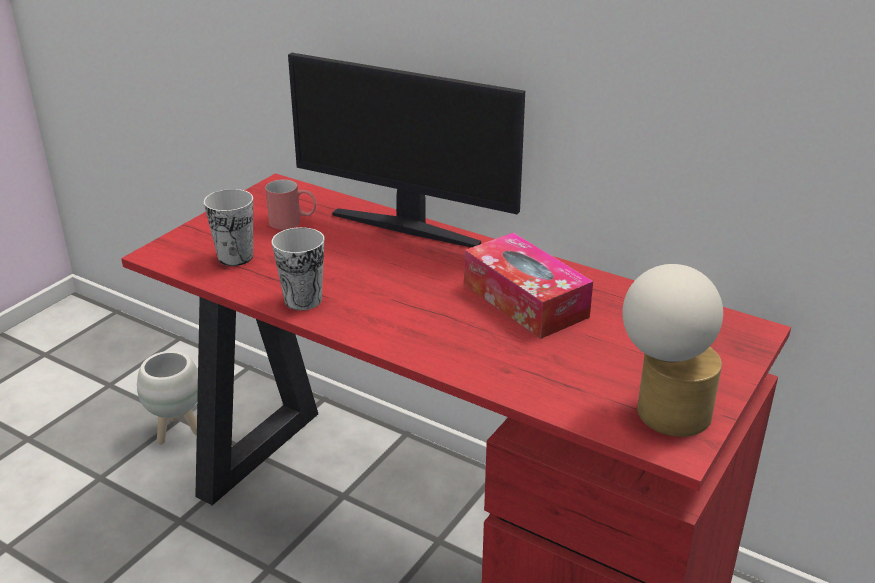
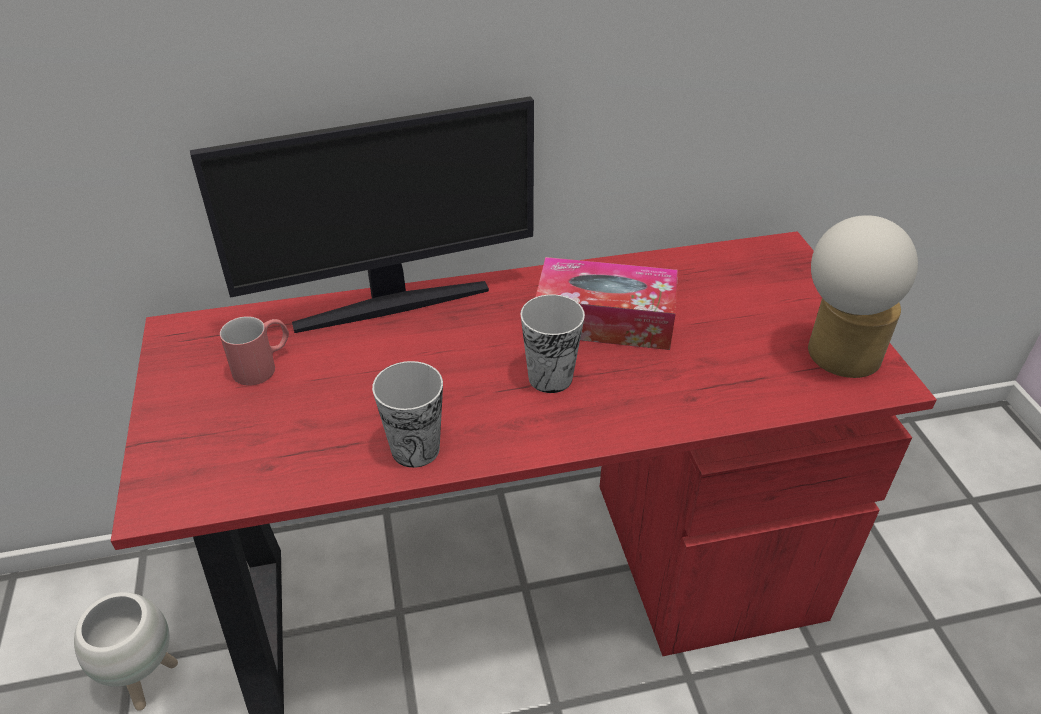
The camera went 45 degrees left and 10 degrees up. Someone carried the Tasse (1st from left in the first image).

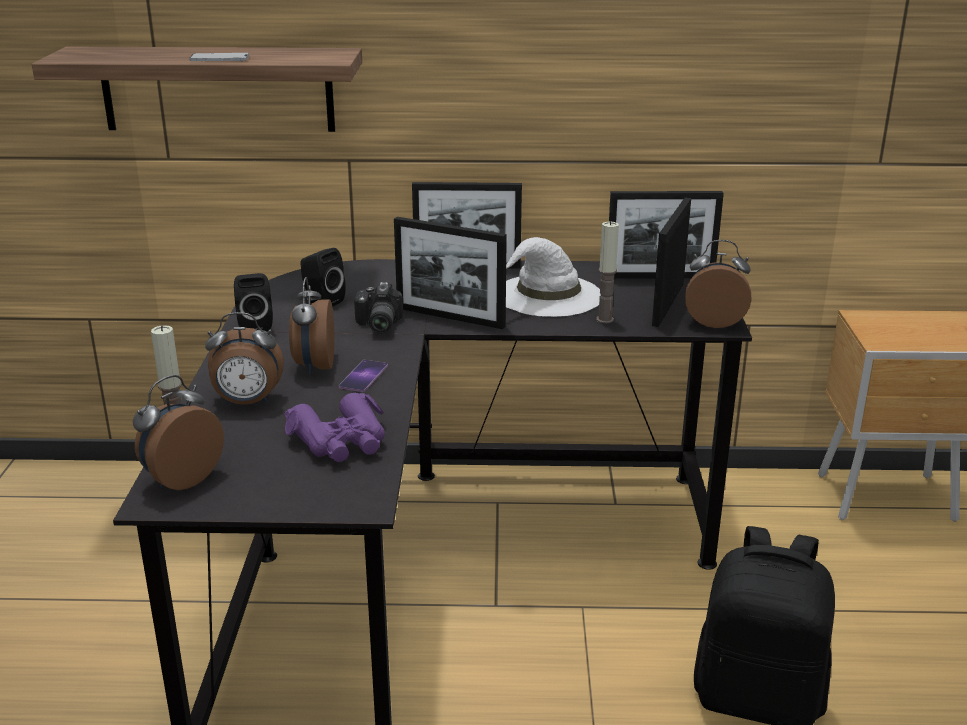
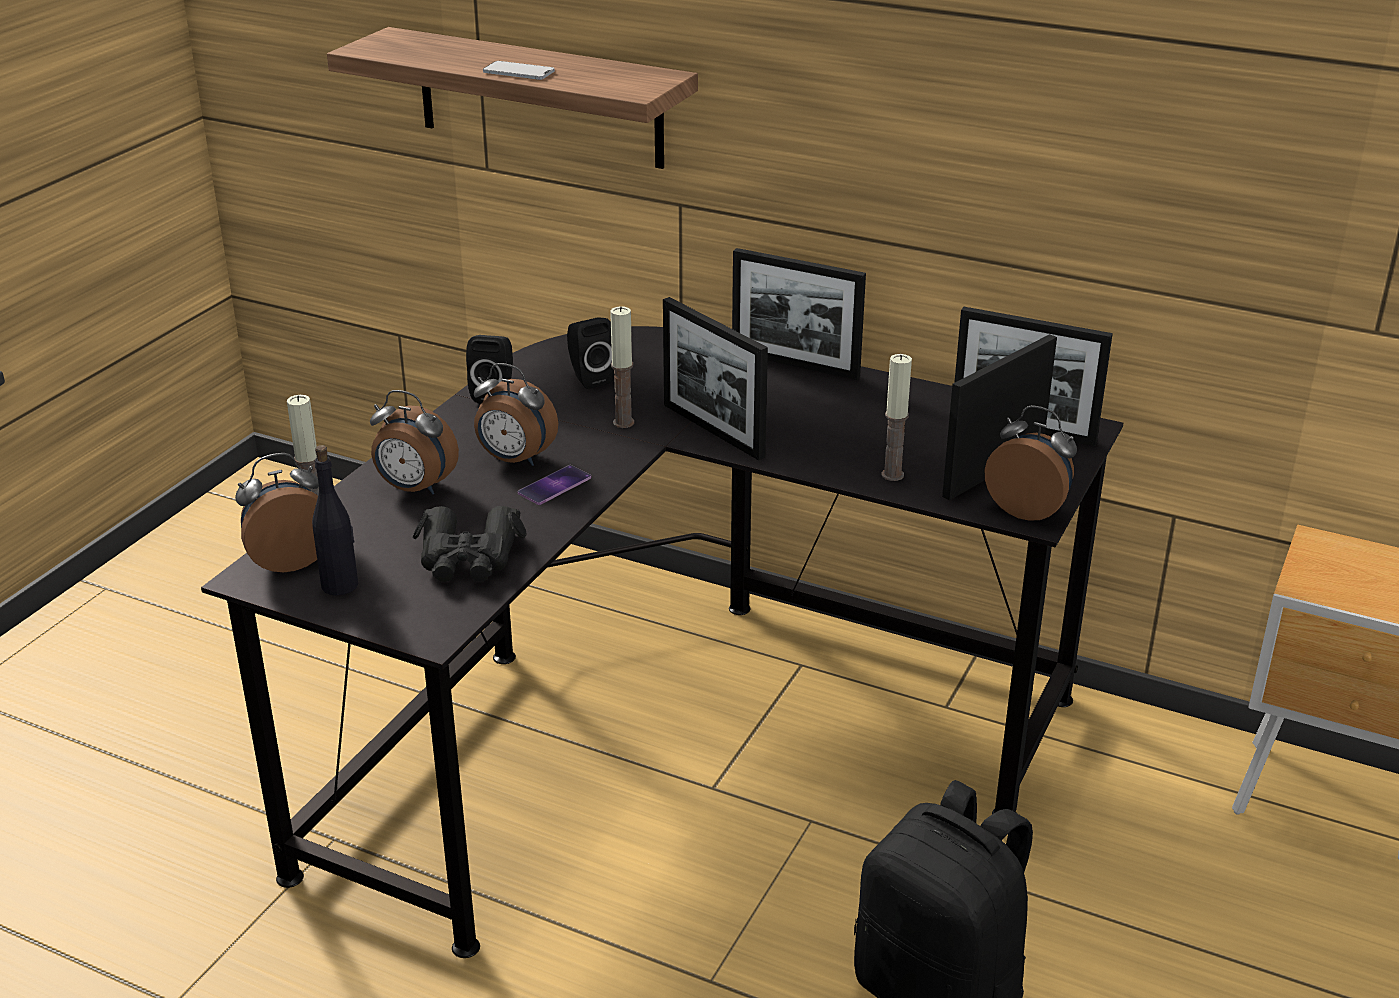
The camera went 25 degrees right and 5 degrees up. Someone took away the Hut/weiß. Someone put down the Flasche/schwarz. Someone swapped the Kamera for the Kerze (2nd from left). Someone repainted the Fernglas/lila, which became the Fernglas/schwarz. Someone rotated the Wecker (3rd from left) by 90 degrees counterclockwise.

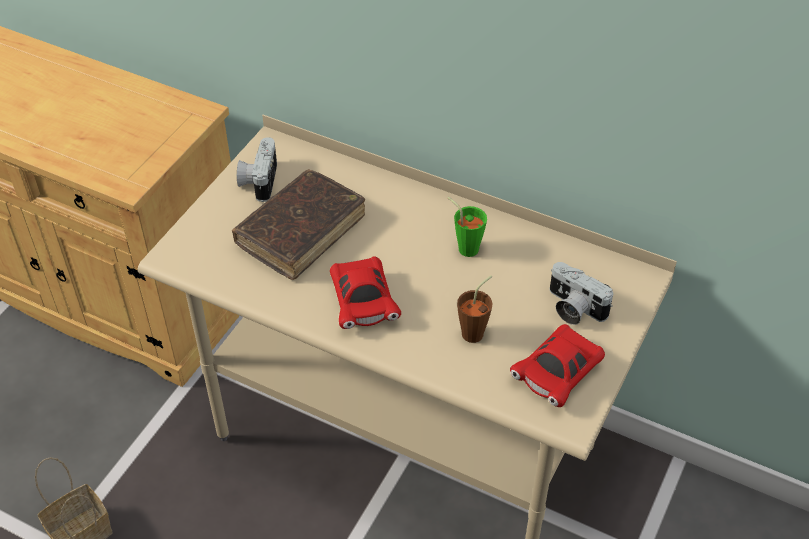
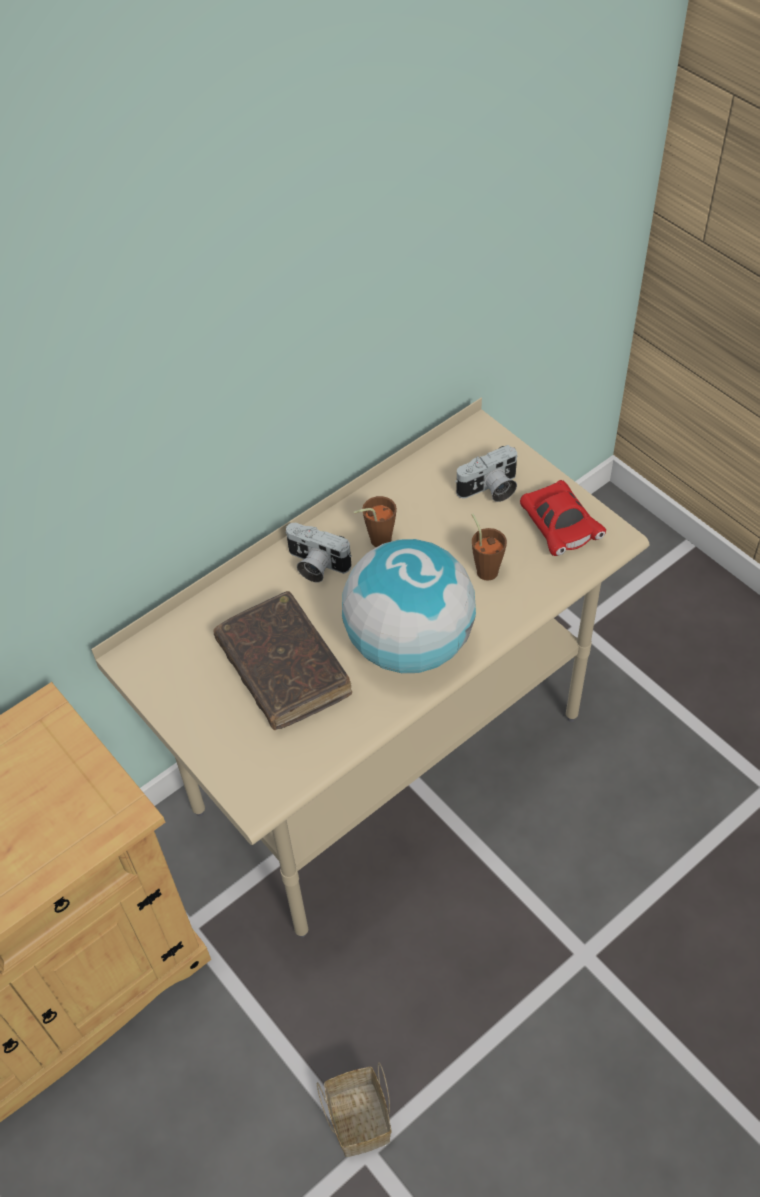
The camera went 65 degrees left and 5 degrees up. Someone carried the Kamera (1st from left). Someone swapped the Spielzeugauto/rot (1st from left) for the Globus. Someone repainted the Tasse/grün, which became the Tasse/braun (1st from left).

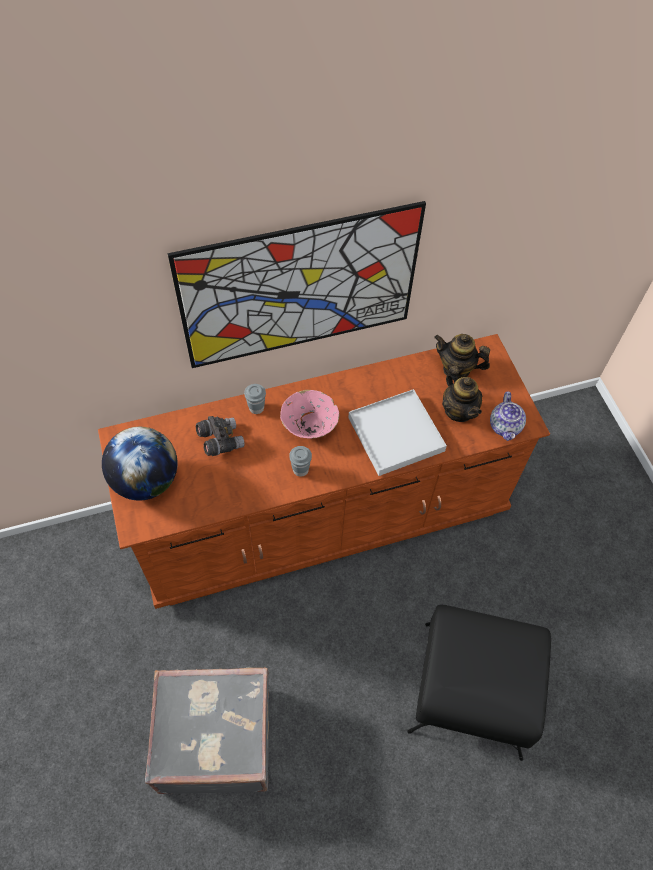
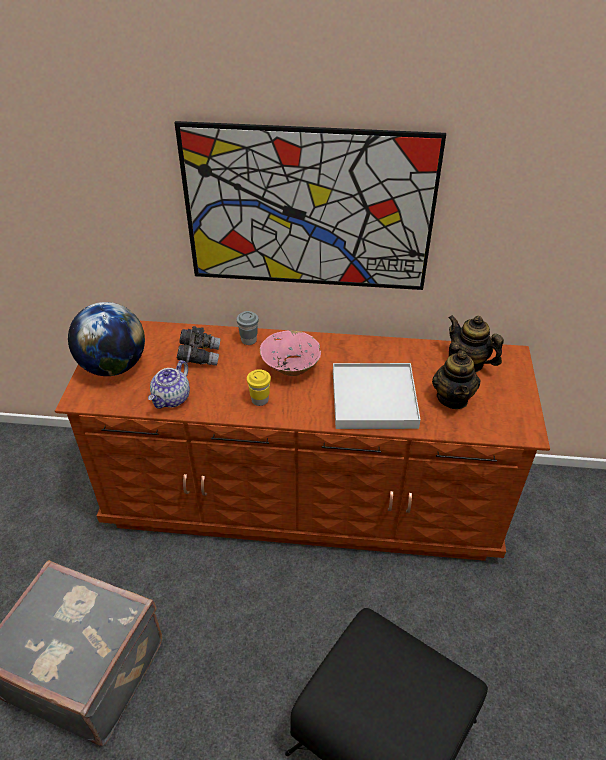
The camera went 25 degrees right and 15 degrees down. Someone carried the Teekanne (3rd from left in the first image). Someone repainted the Tasse/grau (2nd from left), which became the Tasse/gelb.

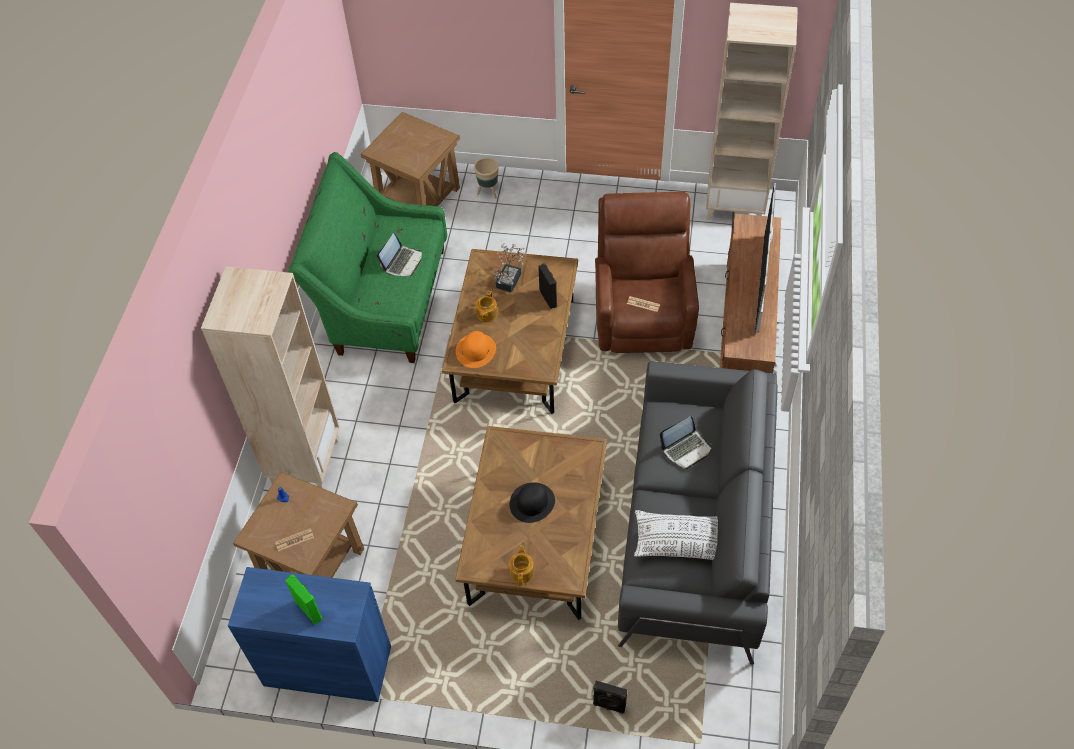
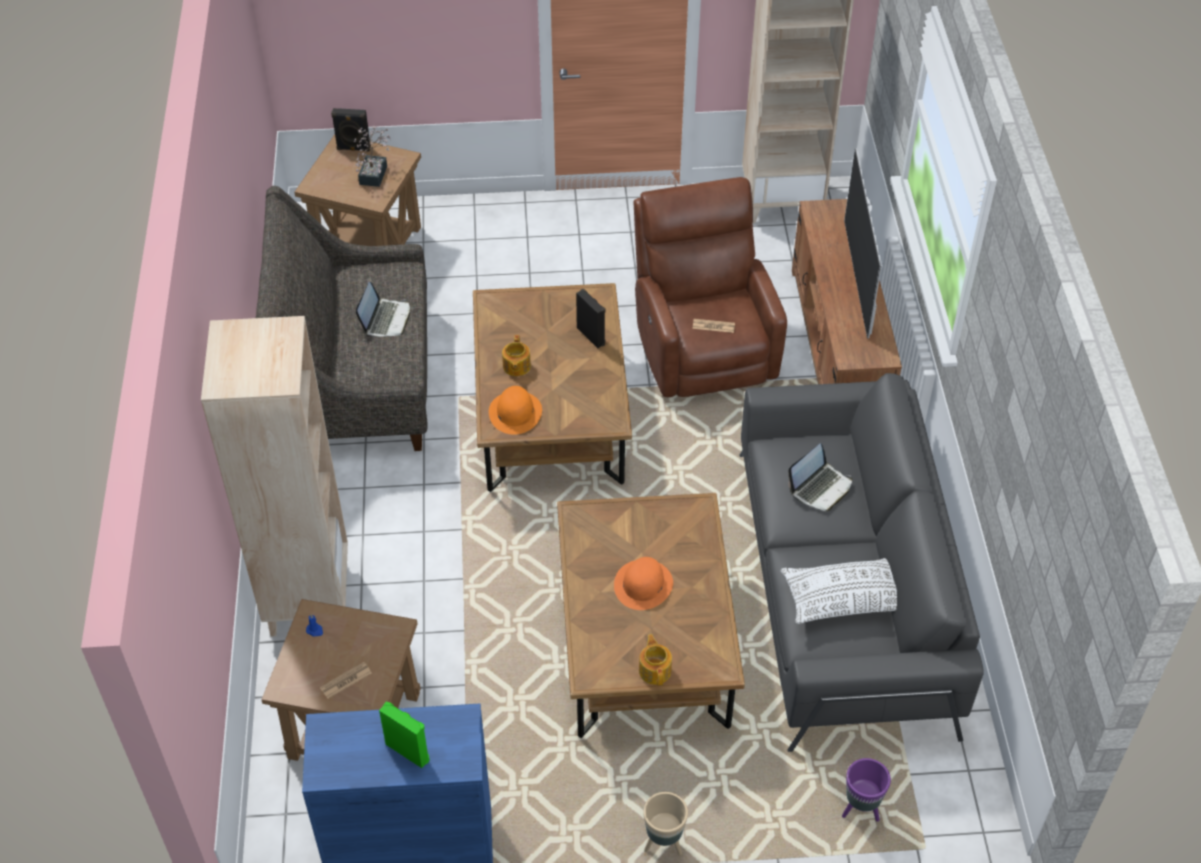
The camera went 15 degrees left and 5 degrees down. Someone put down the Pflanzkübel/lila. Someone carried the Pflanzkübel/beige. Someone carried the Topfpflanze. Someone carried the Lautsprecher/schwarz (2nd from left in the first image). Someone repainted the Sofa/grün, which became the Sofa/grau (1st from left). Someone repainted the Hut/schwarz, which became the Hut/orange (2nd from left).

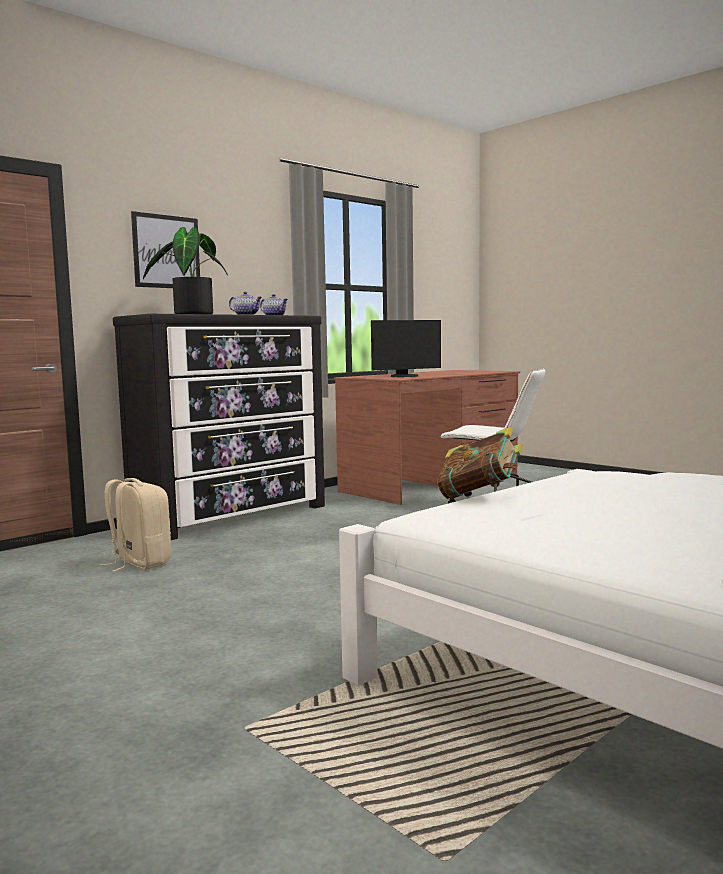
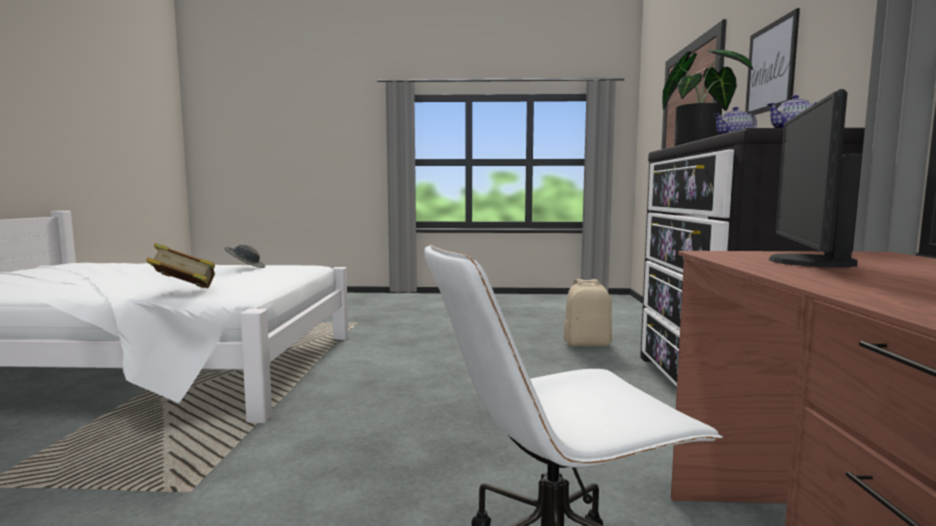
The camera went 135 degrees right and 0 degrees up. Someone put down the Hut/grau. Someone carried the Buch.

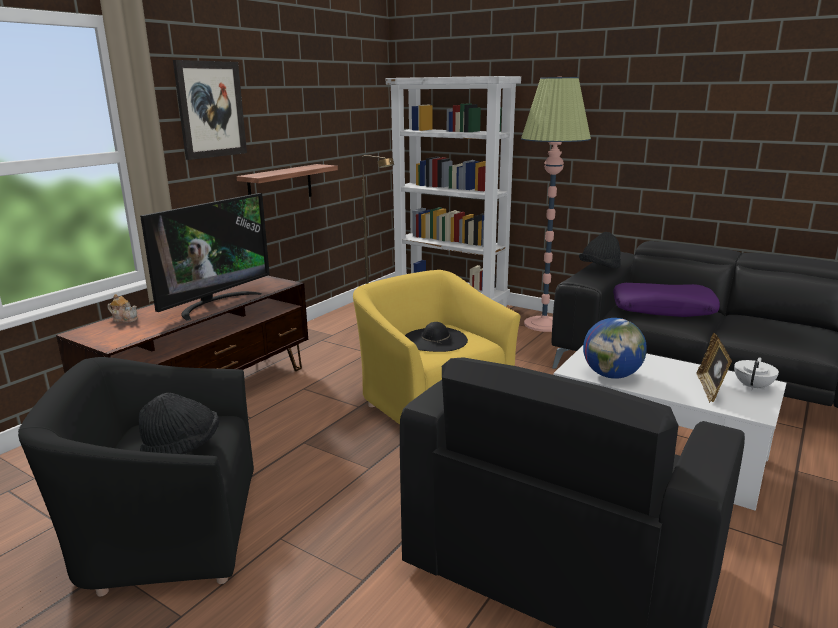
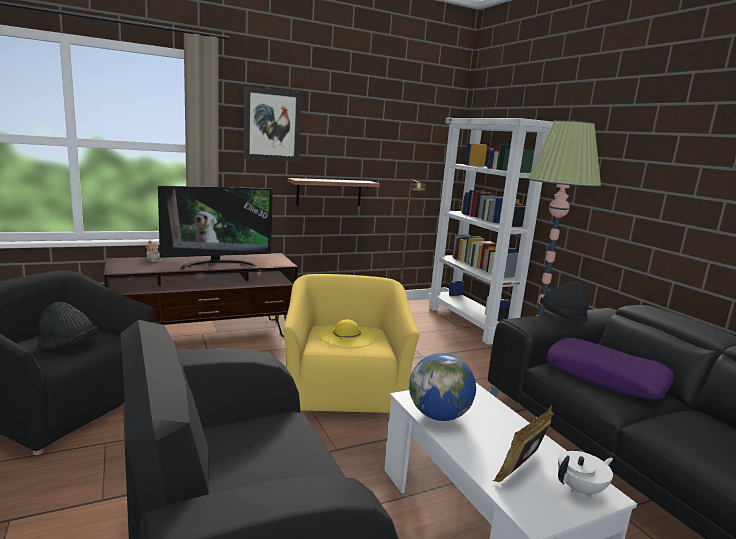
The camera went 30 degrees right and 5 degrees down. Someone repainted the Hut/schwarz (2nd from left), which became the Hut/gelb.

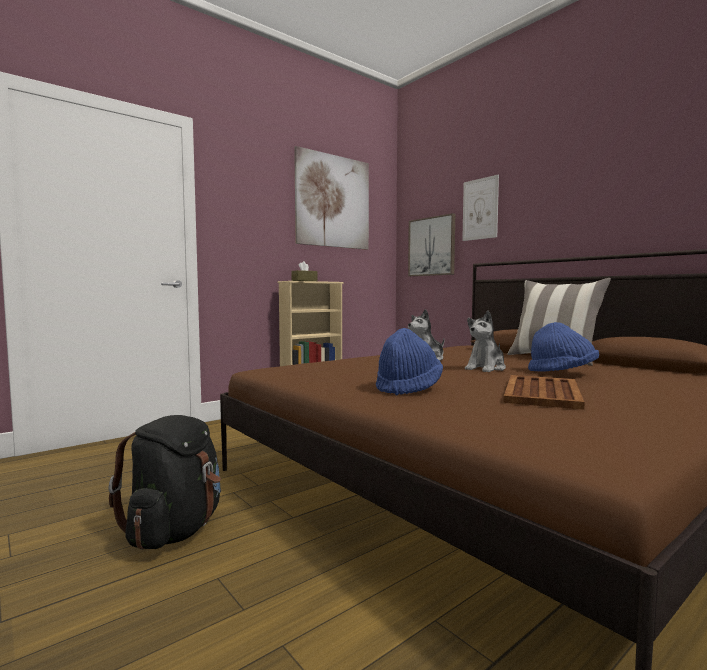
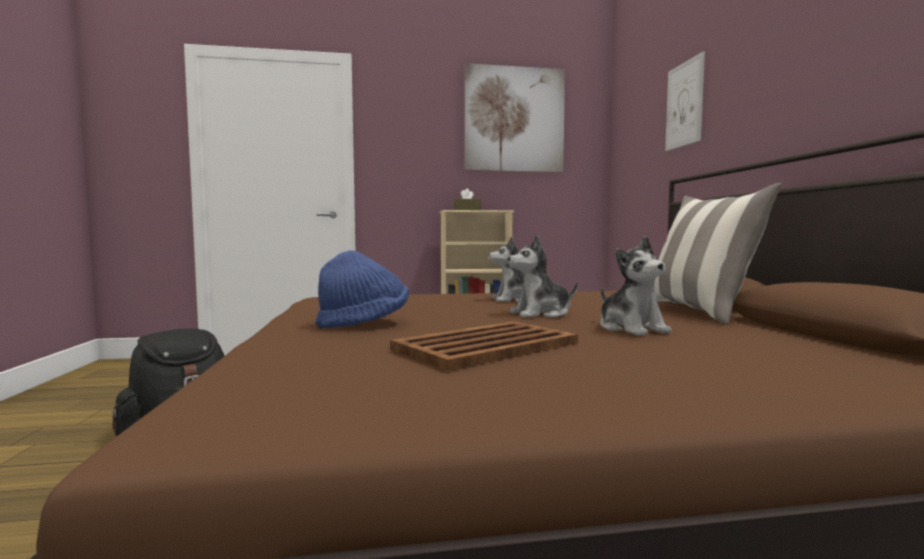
The camera went 30 degrees right and 0 degrees up. Someone took away the Bild (2nd from left). Someone swapped the Hut/blau (2nd from left) for the Plüschtier (3rd from left).

